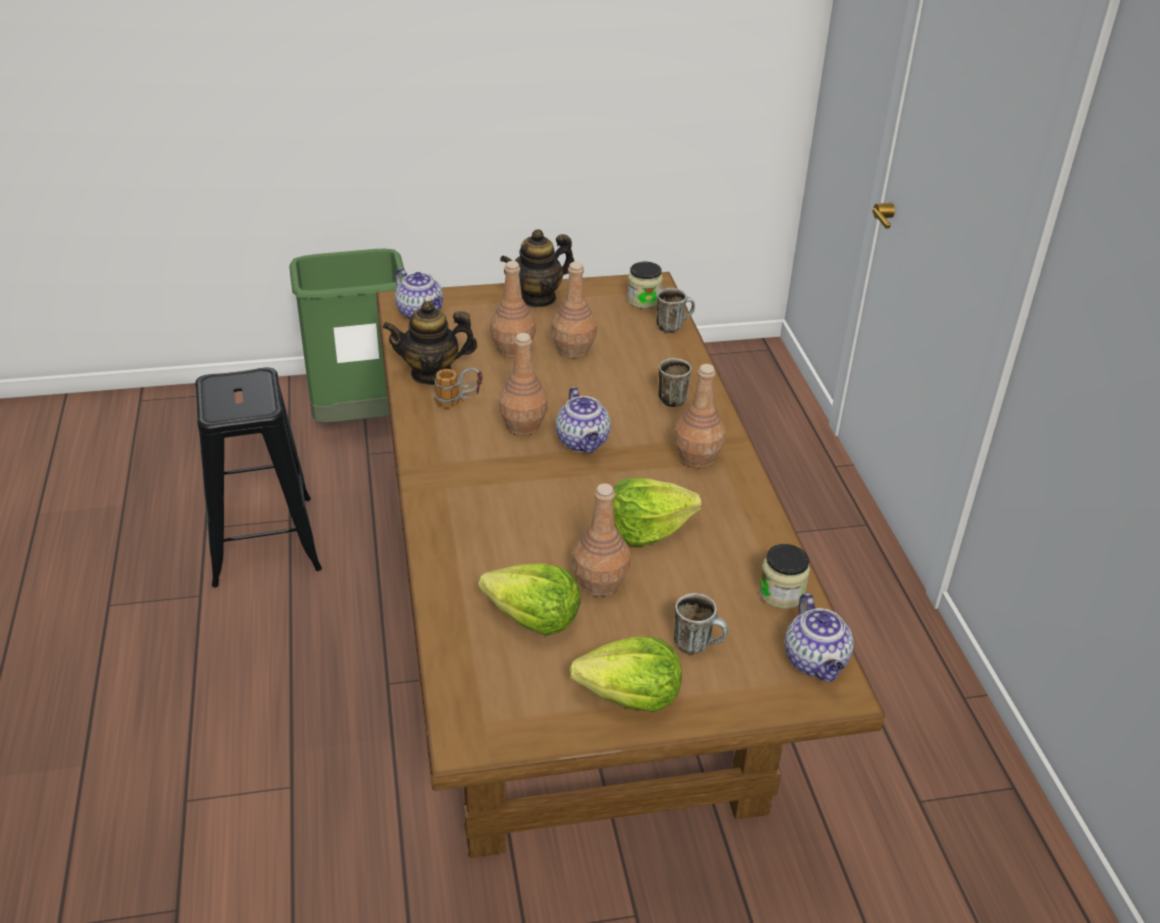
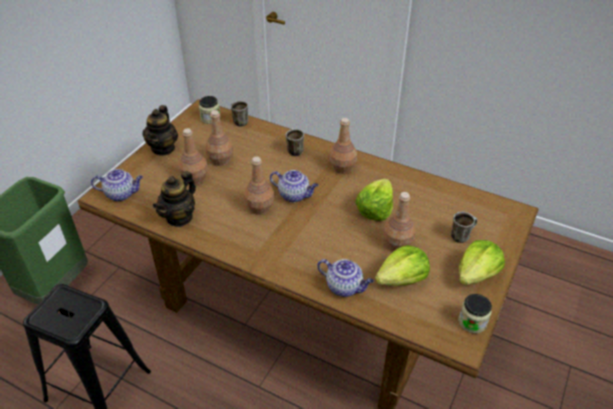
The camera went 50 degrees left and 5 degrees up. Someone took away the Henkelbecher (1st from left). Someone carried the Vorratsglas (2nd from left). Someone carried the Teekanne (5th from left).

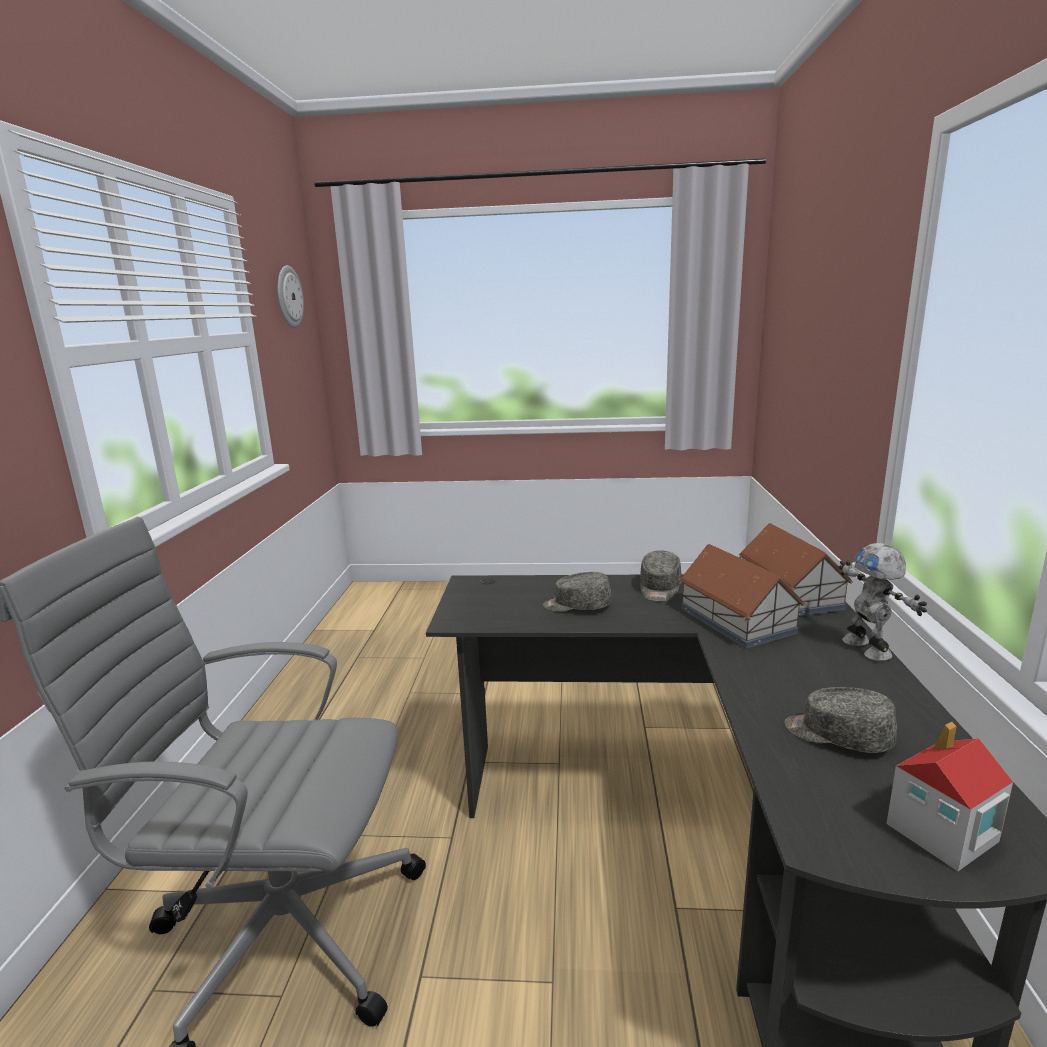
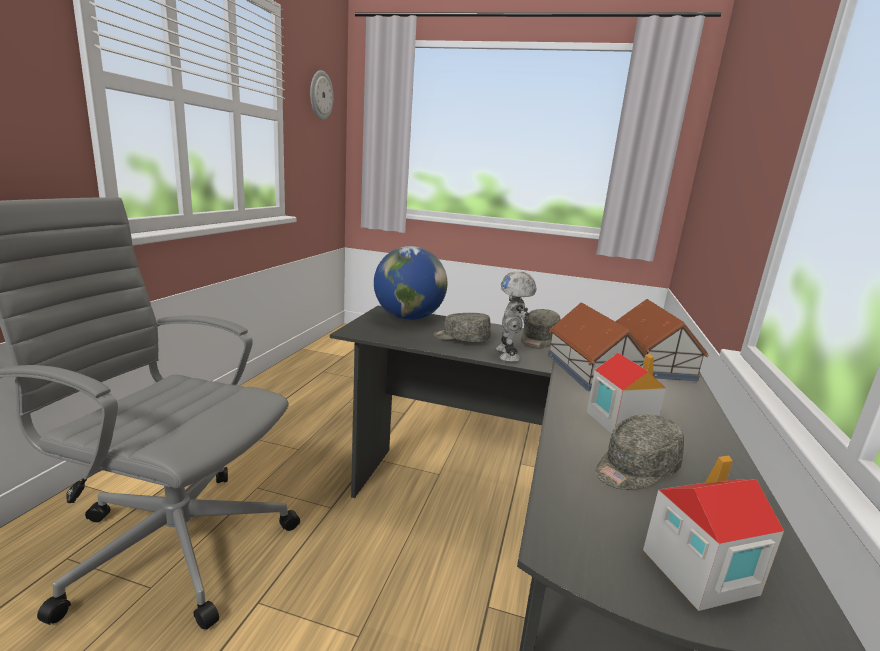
The camera went 10 degrees right and 0 degrees up. Someone put down the Globus. Someone put down the Spielzeughaus (2nd from left). Someone carried the Spielzeugroboter. Someone rotated the Kappe/grau (3rd from left) by 75 degrees counterclockwise.

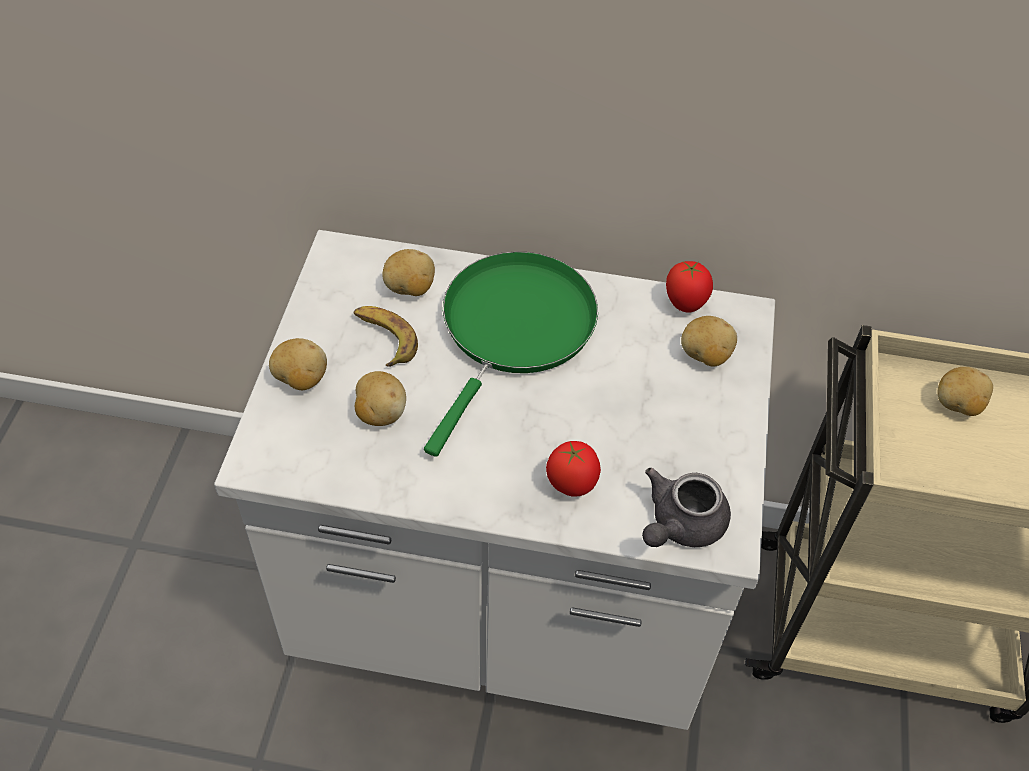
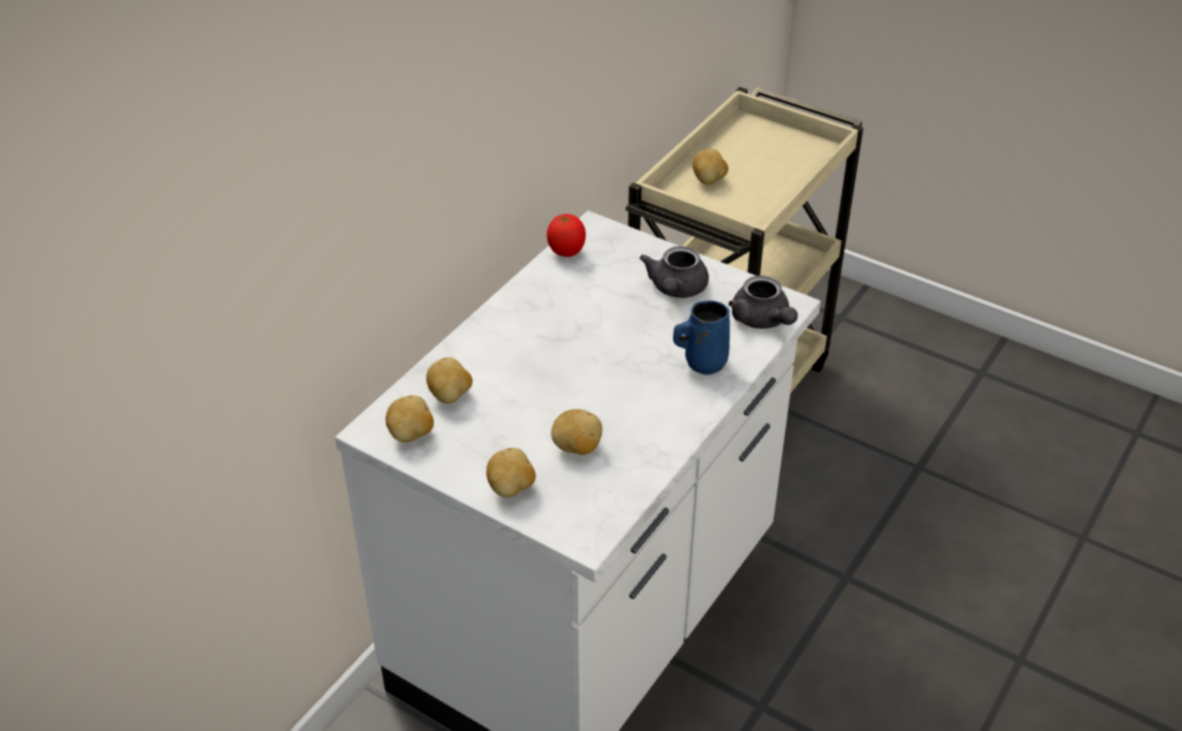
The camera went 65 degrees left and 10 degrees down. Someone took away the Banane. Someone took away the Pfanne/grün. Someone put down the Teekanne/grau (1st from left). Someone carried the Kartoffel (4th from left in the first image). Someone swapped the Tomate (1st from left) for the Henkelbecher/blau.

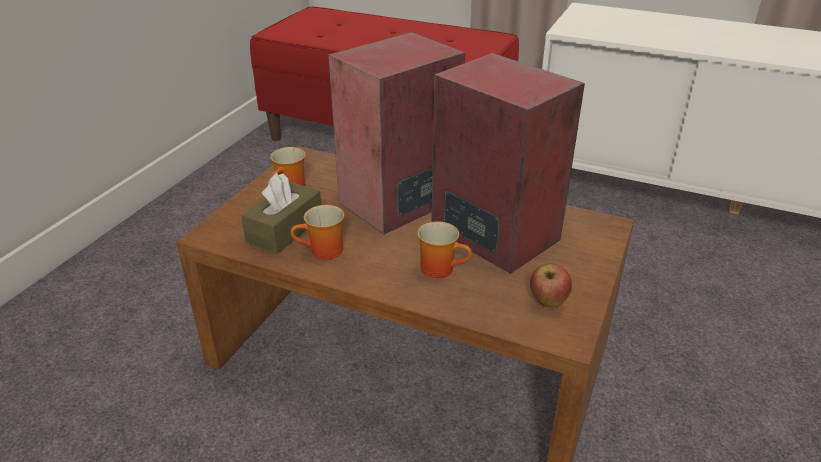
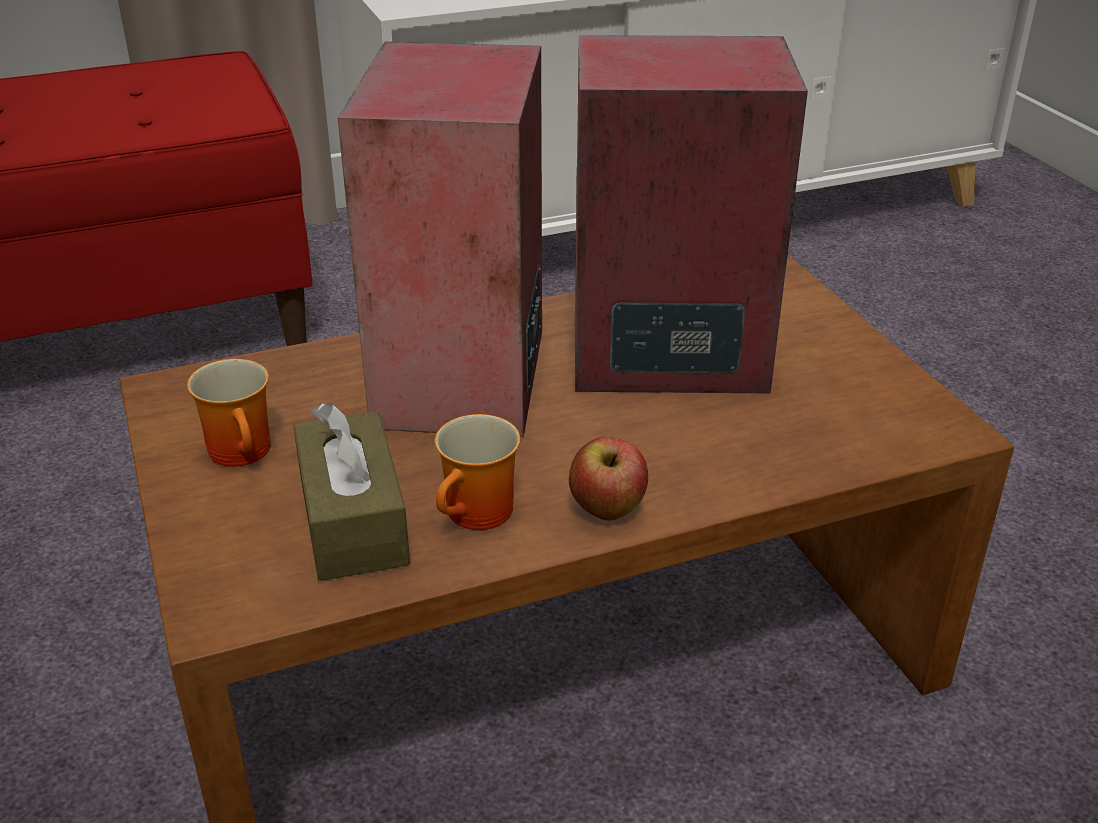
The camera went 45 degrees left and 0 degrees up. Someone took away the Henkelbecher (3rd from left). Someone carried the Apfel.

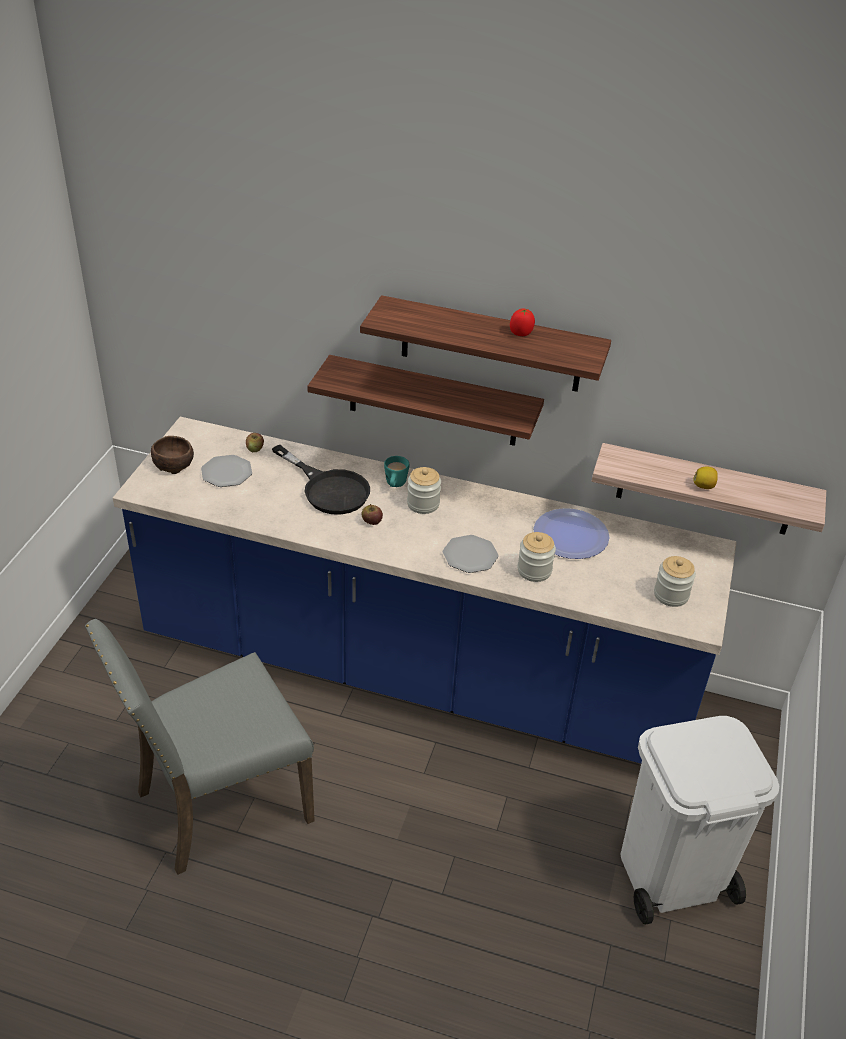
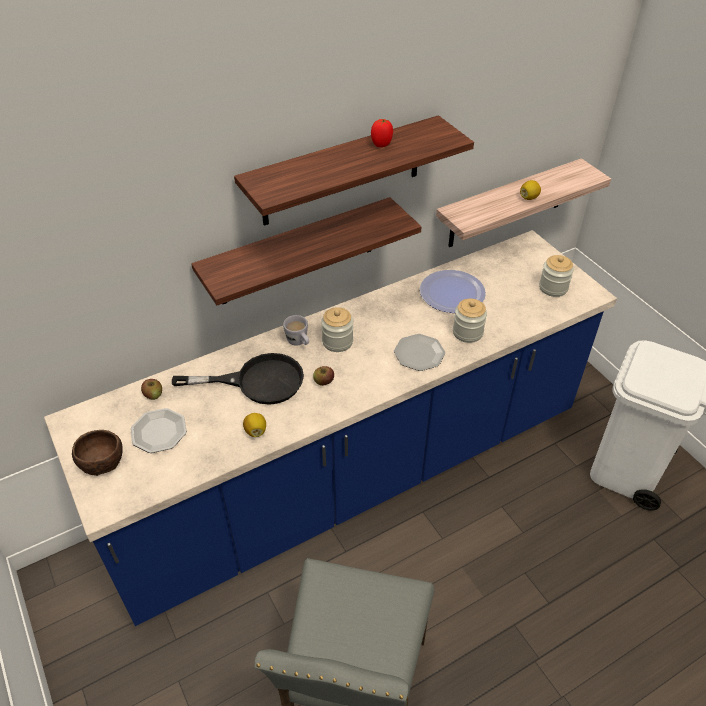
The camera went 45 degrees left and 5 degrees up. Someone put down the Zitrone (1st from left). Someone repainted the Henkelbecher/türkis, which became the Henkelbecher/weiß.

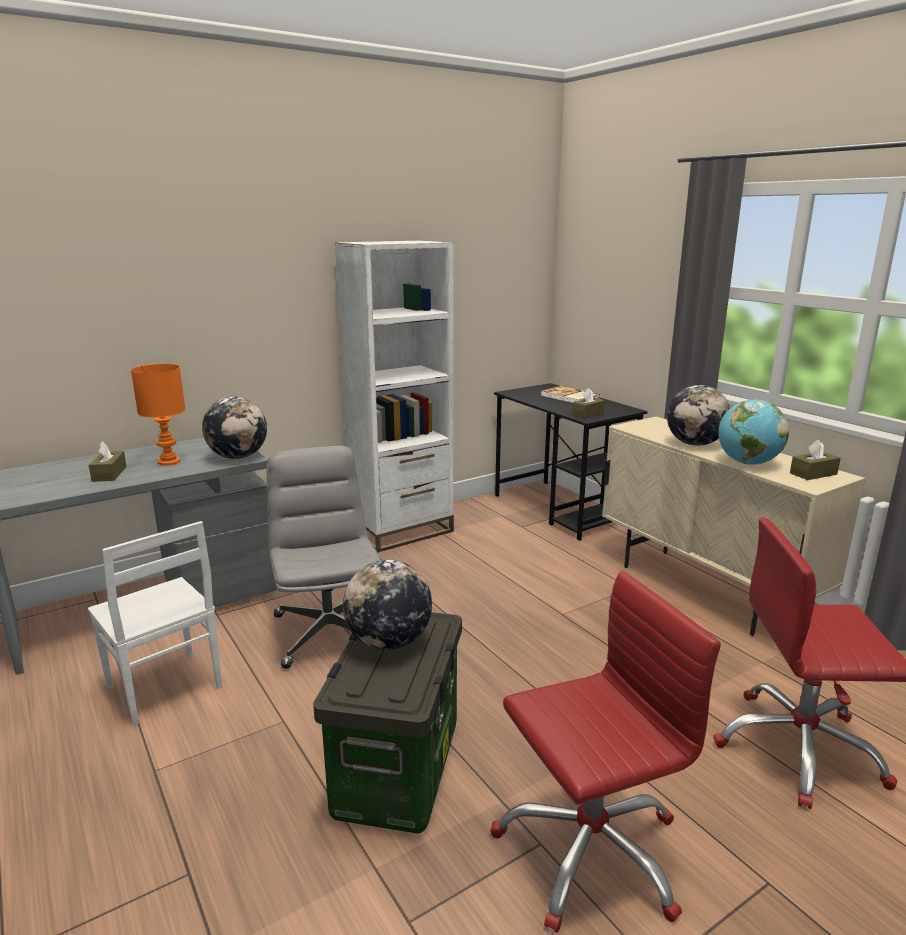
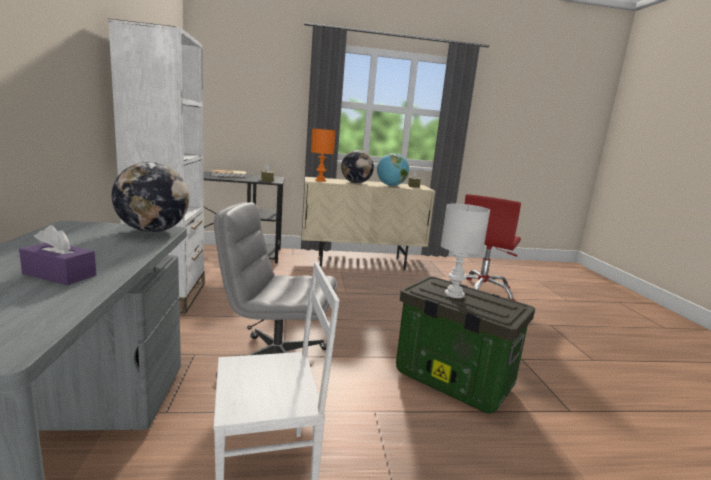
The camera went 65 degrees left and 5 degrees down. Someone took away the Bürostuhl/rot (1st from left). Someone carried the Tischlampe/orange. Someone swapped the Globus (2nd from left) for the Tischlampe/weiß. Someone repainted the Taschentuchbox/braun (1st from left), which became the Taschentuchbox/lila.

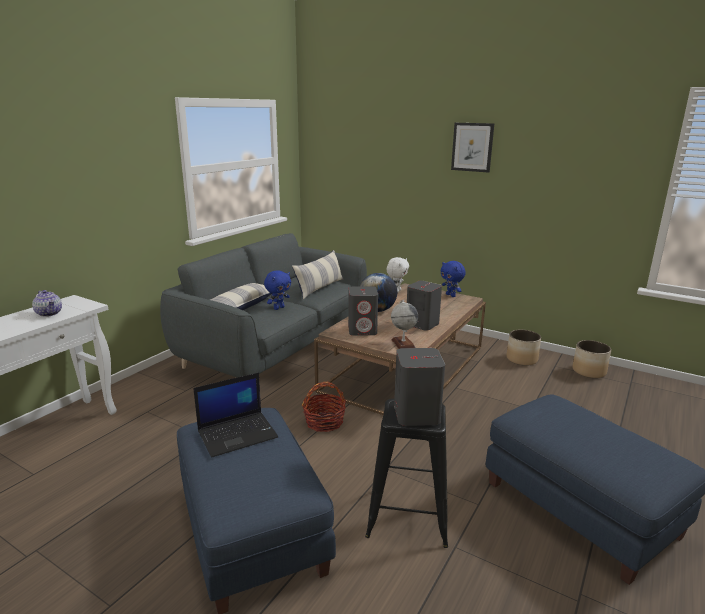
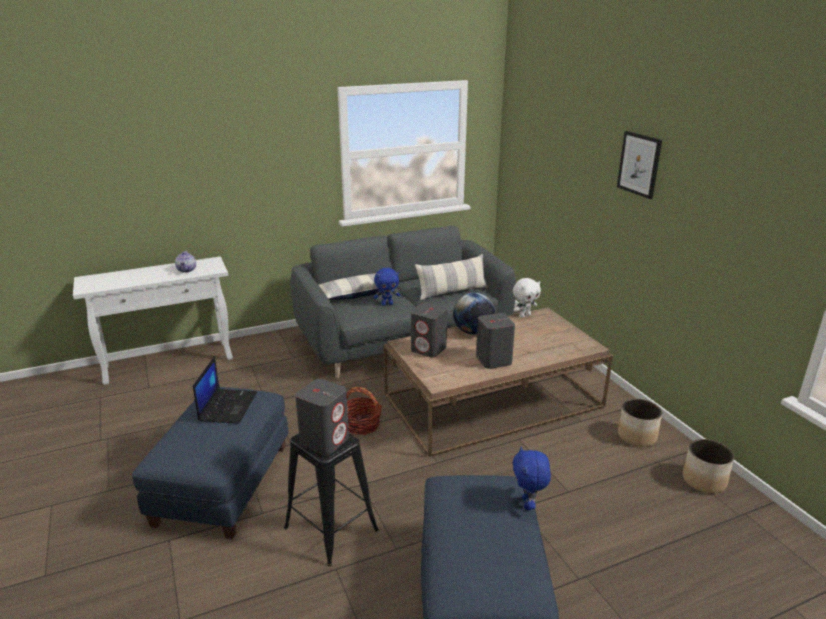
The camera went 35 degrees right and 5 degrees up. Someone took away the Globus (2nd from left). Someone carried the Plüschtier/blau (2nd from left). Someone rotated the Laptop by 90 degrees counterclockwise.

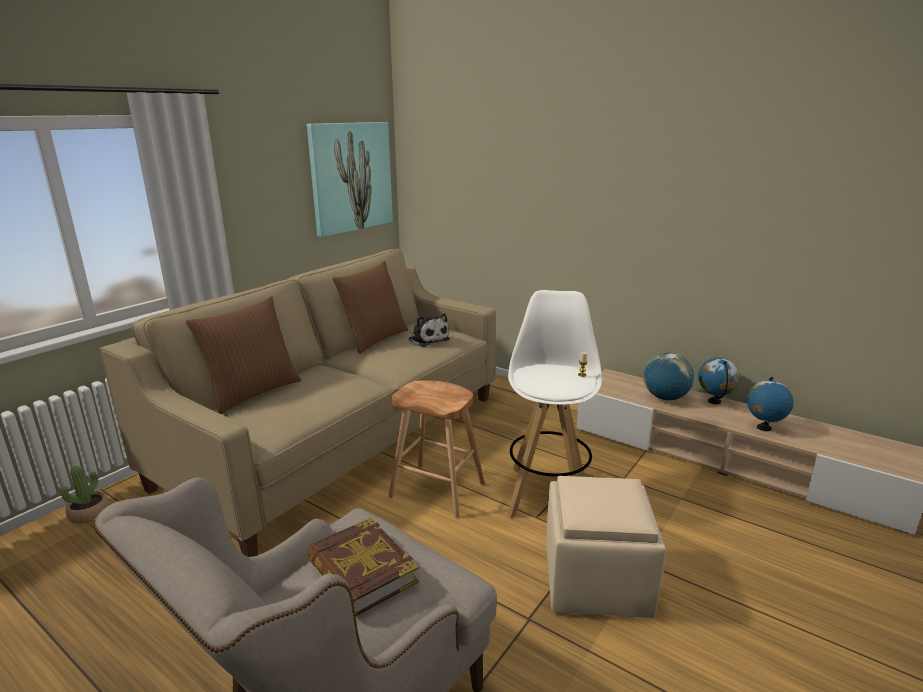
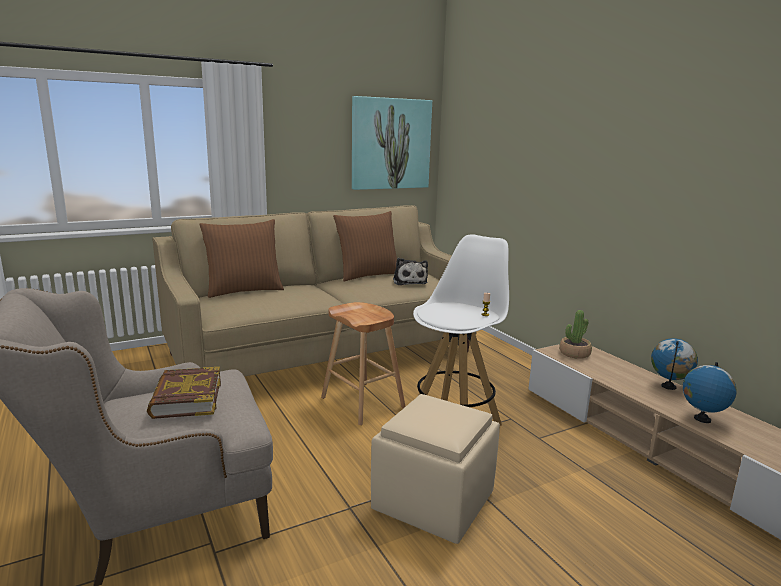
The camera went 25 degrees right and 5 degrees down. Someone took away the Globus (1st from left). Someone carried the Topfpflanze.

